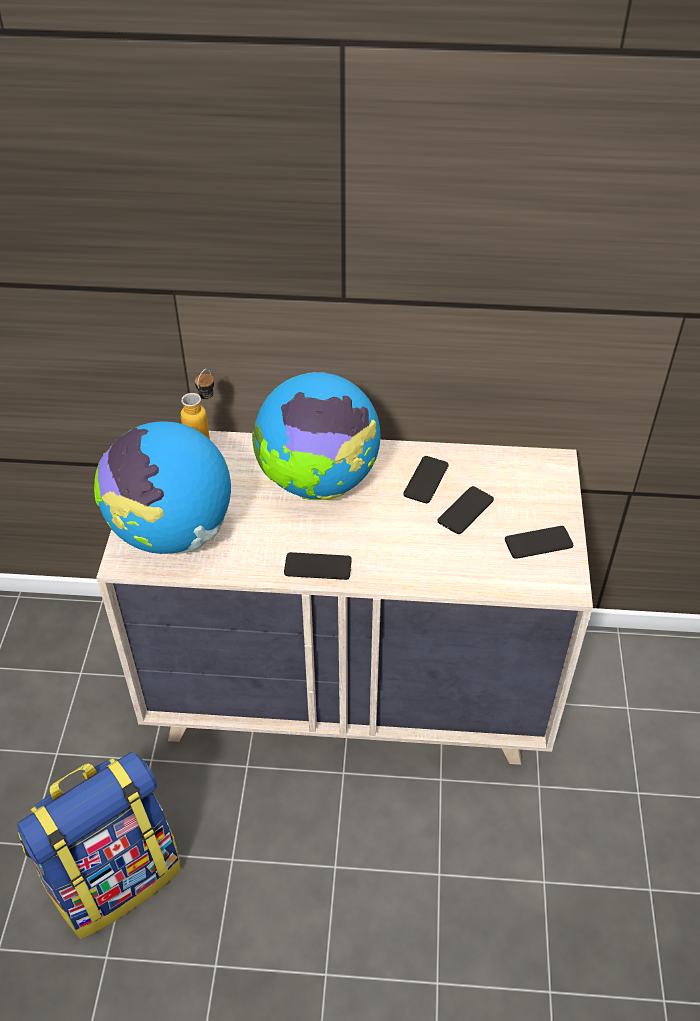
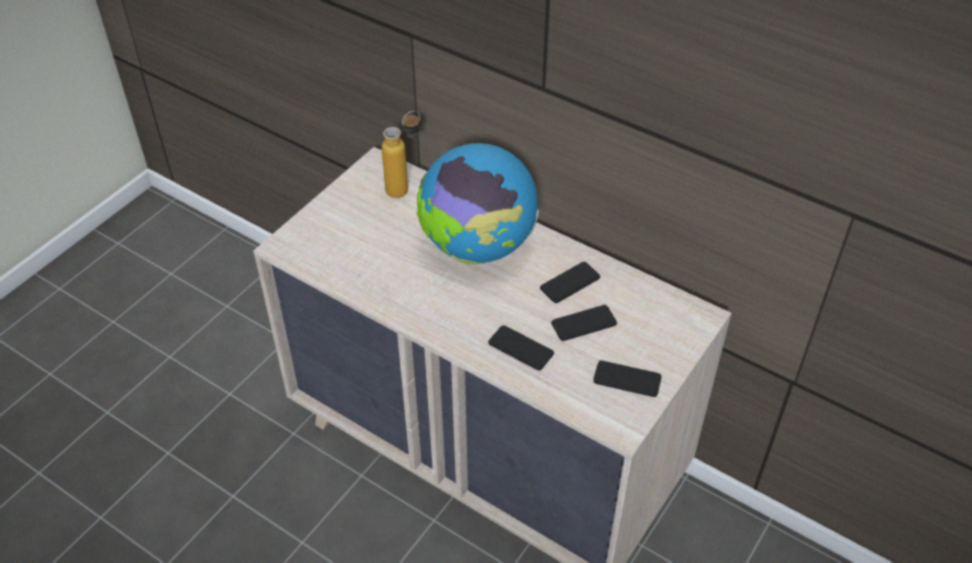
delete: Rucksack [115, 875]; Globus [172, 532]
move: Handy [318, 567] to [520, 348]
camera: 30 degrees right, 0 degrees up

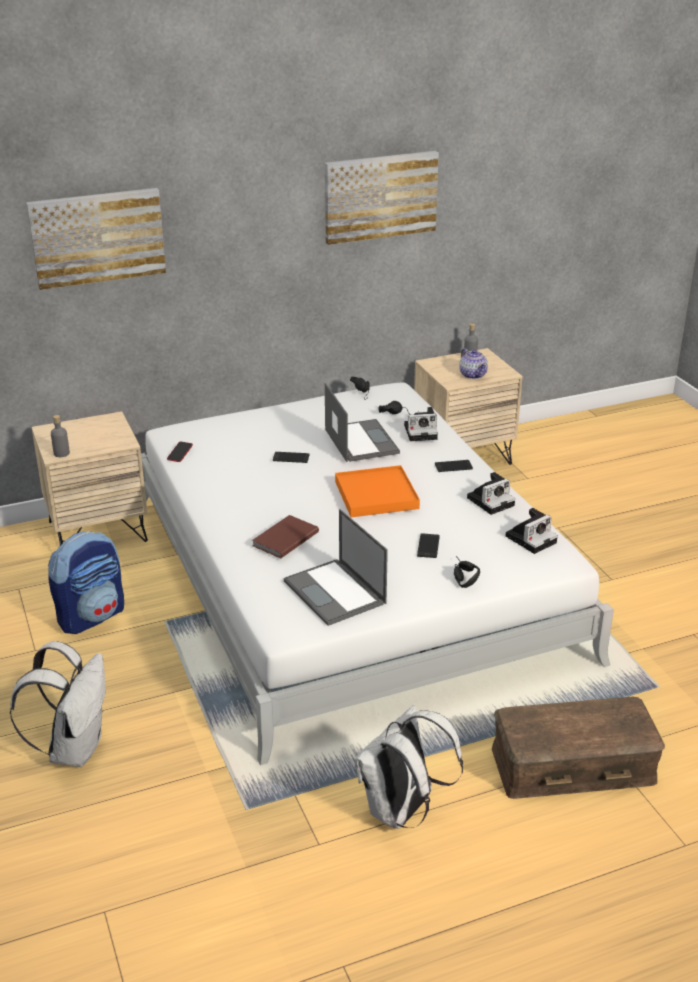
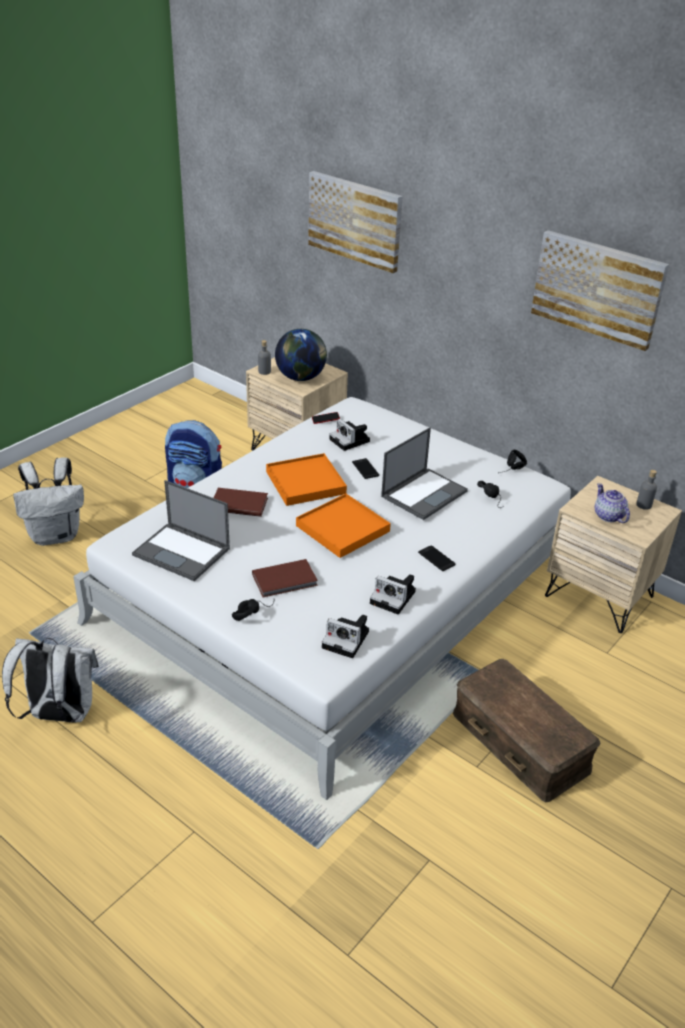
insert: Tablett (orange) [305, 483]; Globus [301, 377]
move: Kamera [422, 431] to [351, 441]; Aufbewahrungsbox (braun) [572, 763] to [521, 741]
replace: Handy [428, 546] to Buch (braun) [286, 580]
rotate: Laptop [335, 592] = [182, 552] 90 degrees counterclockwise; Teekanne [473, 375] = [608, 516] 120 degrees clockwise
camera: 60 degrees right, 5 degrees up

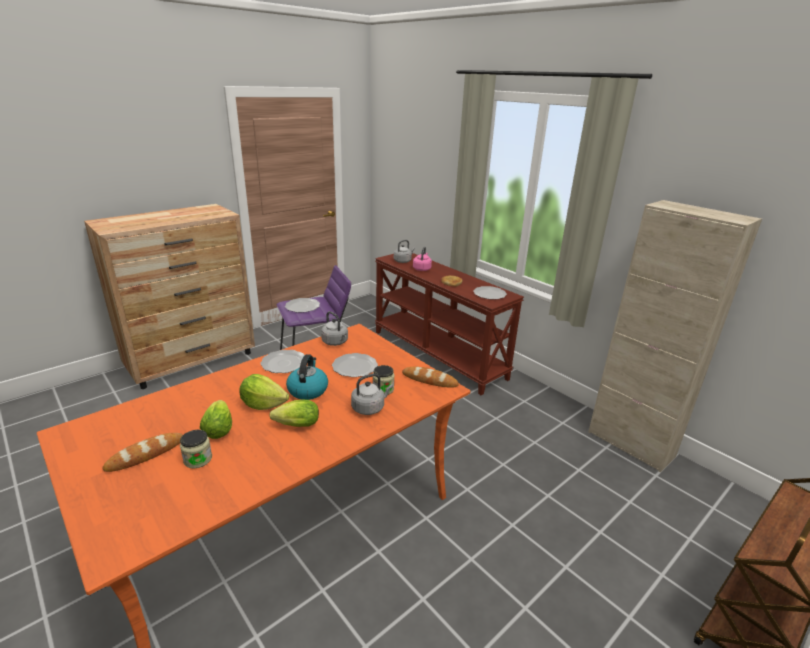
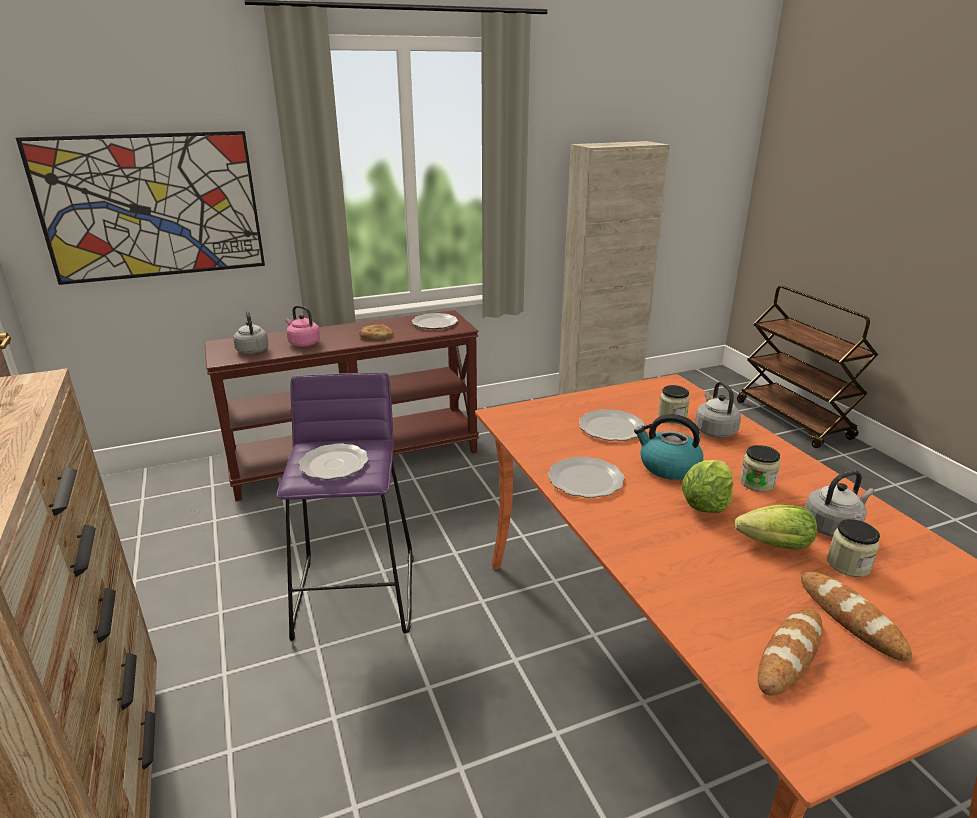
insert: Bild [152, 207]
move: Wasserkessel (grau) [335, 342] to [833, 526]; Brot [429, 380] to [789, 655]
replace: Salatkopf [295, 425] to Vorratsglas [757, 483]
camera: 70 degrees left, 0 degrees up

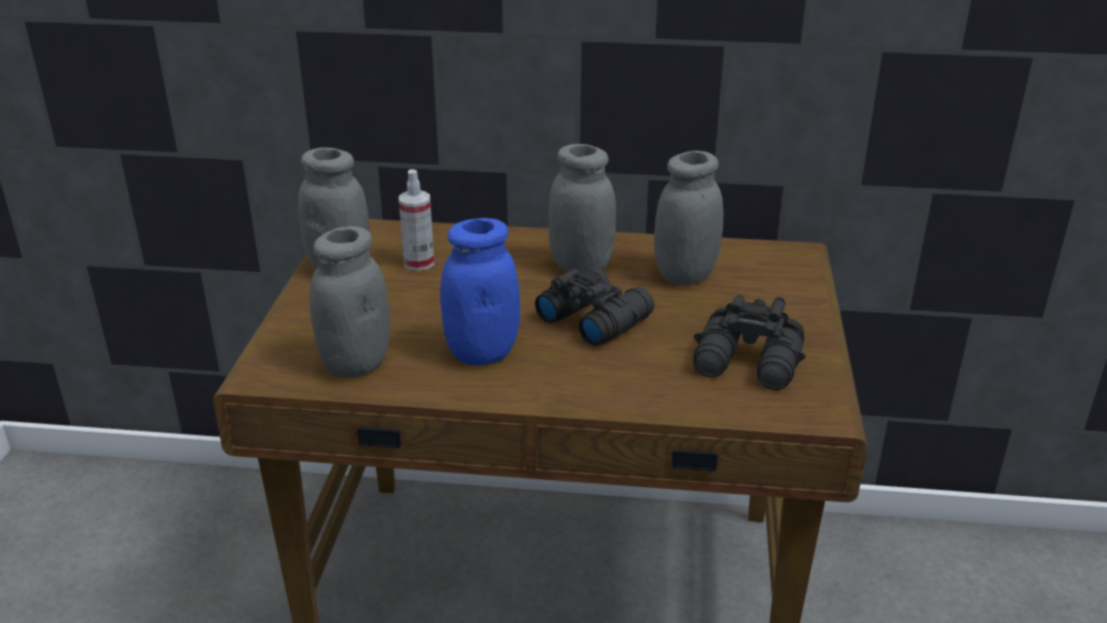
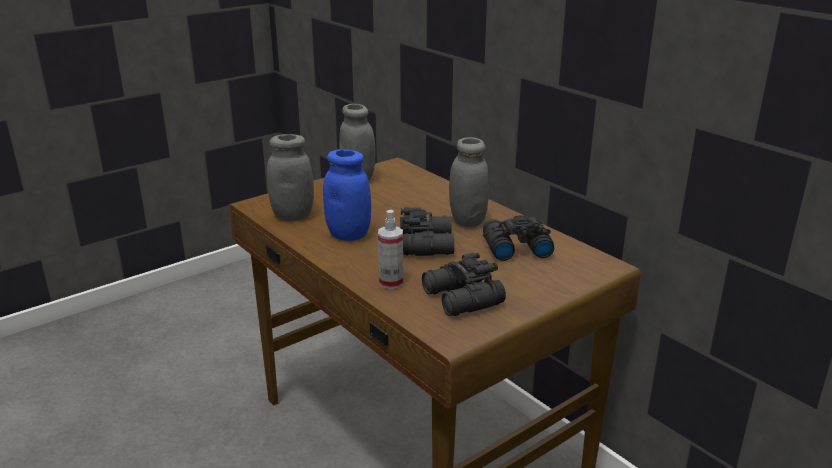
move: Sprühflasche [419, 263] to [391, 283]
replace: Vorratsglas (grau) [685, 275] to Fernglas (schwarz) [515, 247]
camera: 45 degrees right, 5 degrees down

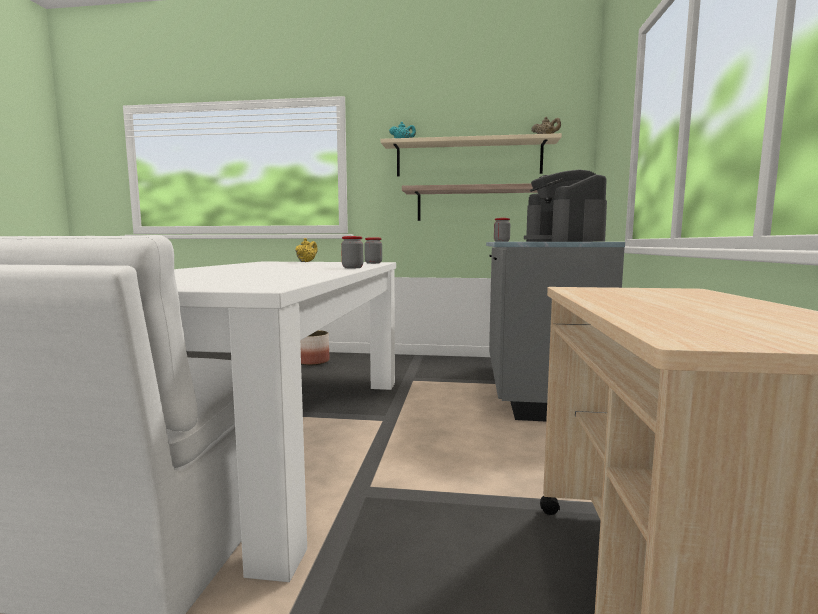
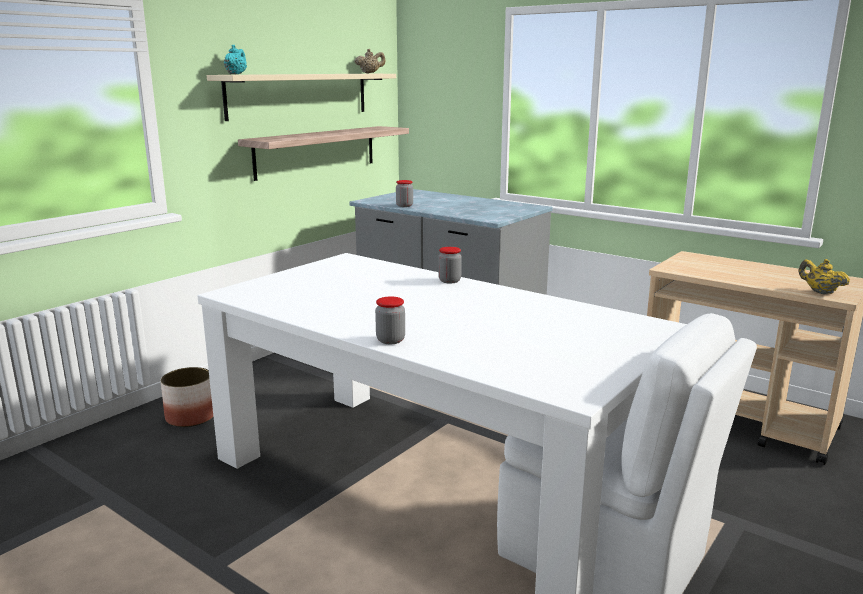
delete: Kaffeemaschine [563, 241]
move: Teekanne (gelb) [306, 262] to [820, 292]; Vorratsglas [373, 263] to [390, 340]
camera: 60 degrees left, 10 degrees up

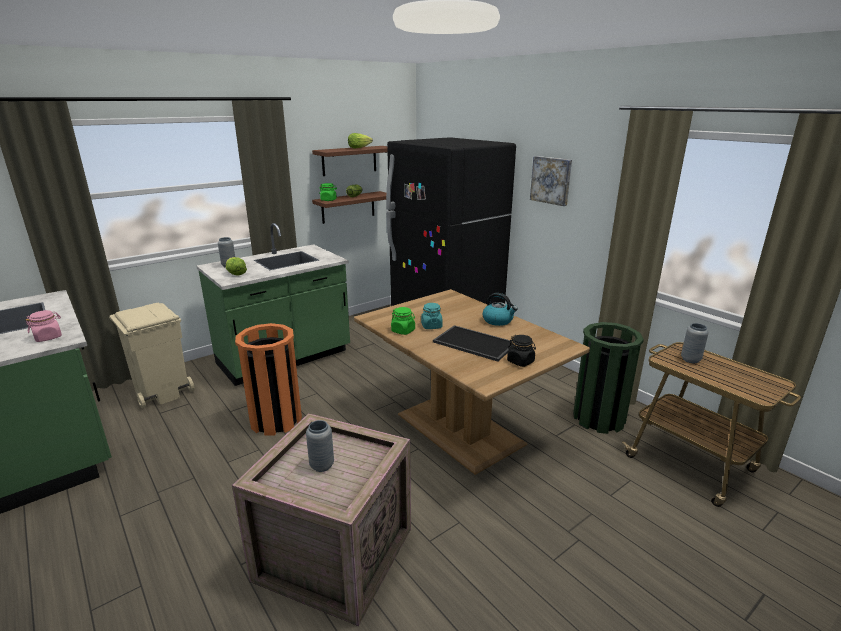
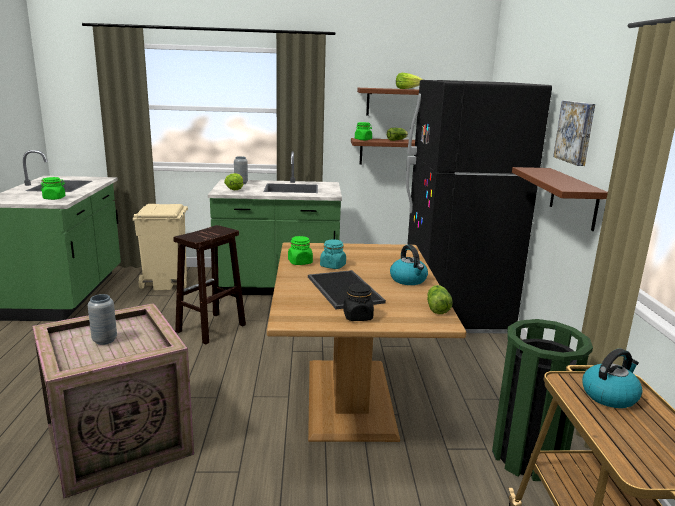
insert: Salatkopf [437, 308]; Wandregal (braun) [573, 198]
replace: Mülleimer (orange) [276, 420] to Hocker (braun) [210, 328]; Vase (grau) [690, 360] to Wasserkessel [609, 395]
recolor: Vorratsglas (rosa) [48, 337] to Vorratsglas (grün) [54, 198]
camera: 35 degrees right, 5 degrees down

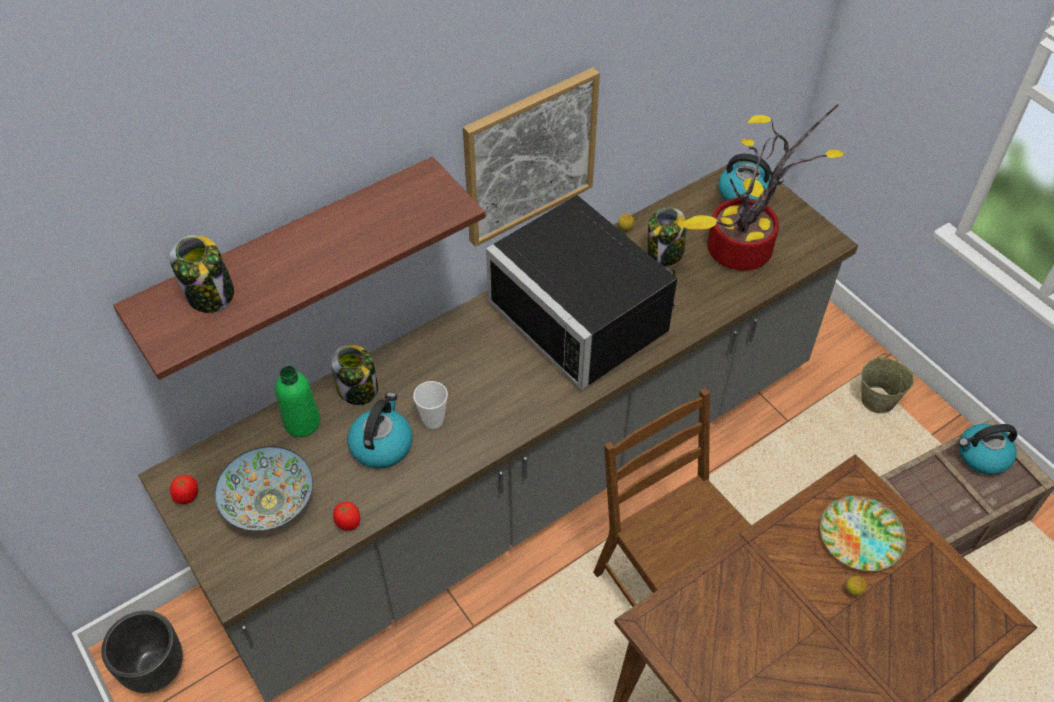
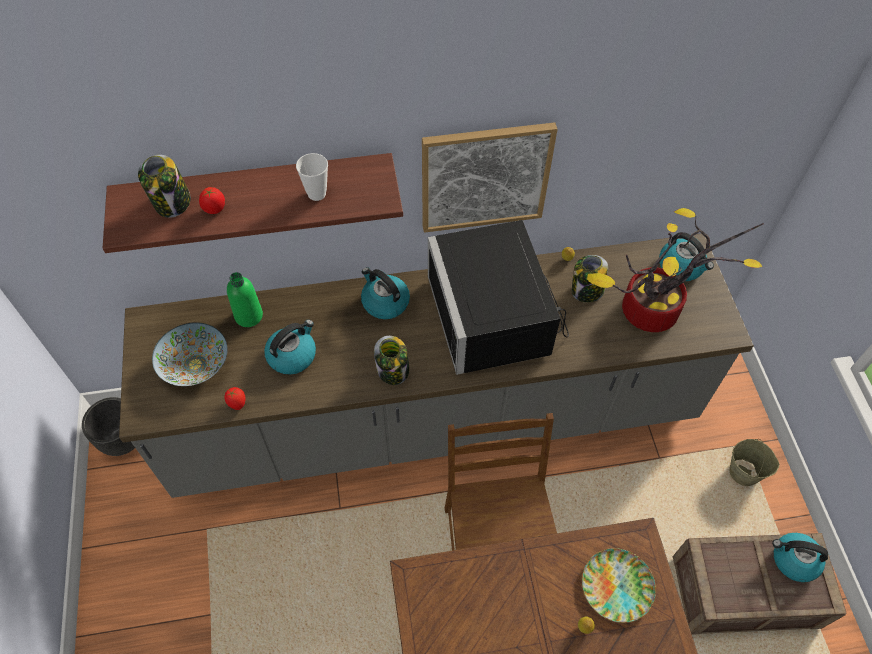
insert: Wasserkessel [384, 302]
move: Tomate [187, 497] to [214, 209]; Vorratsglas [358, 389] to [393, 370]; Tasse [433, 420] to [316, 194]
camera: 25 degrees right, 5 degrees up

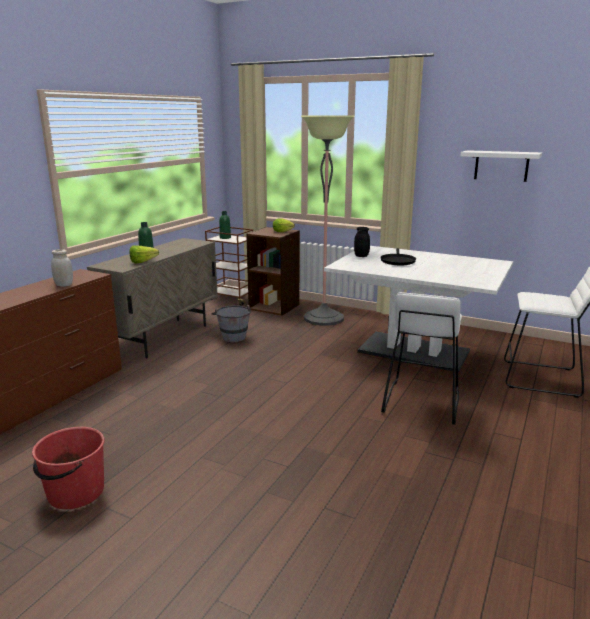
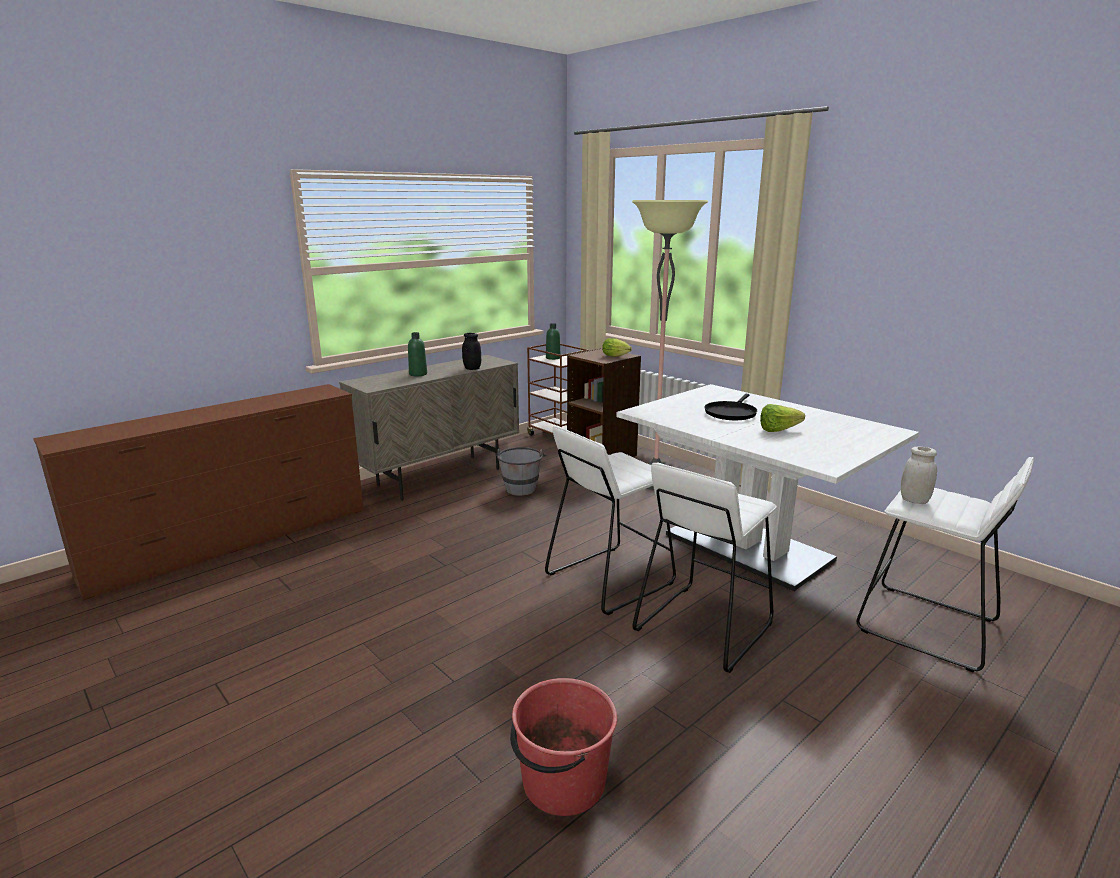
delete: Wandregal (weiß) [501, 166]
insert: Hocker (weiß) [609, 578]
move: Eimer (rot) [75, 492] to [562, 783]; Vorratsglas (weiß) [64, 285] to [914, 500]; Salatkopf [145, 262] to [782, 430]; Vorratsglas (schwarz) [361, 256] to [472, 368]
camera: 20 degrees right, 0 degrees up

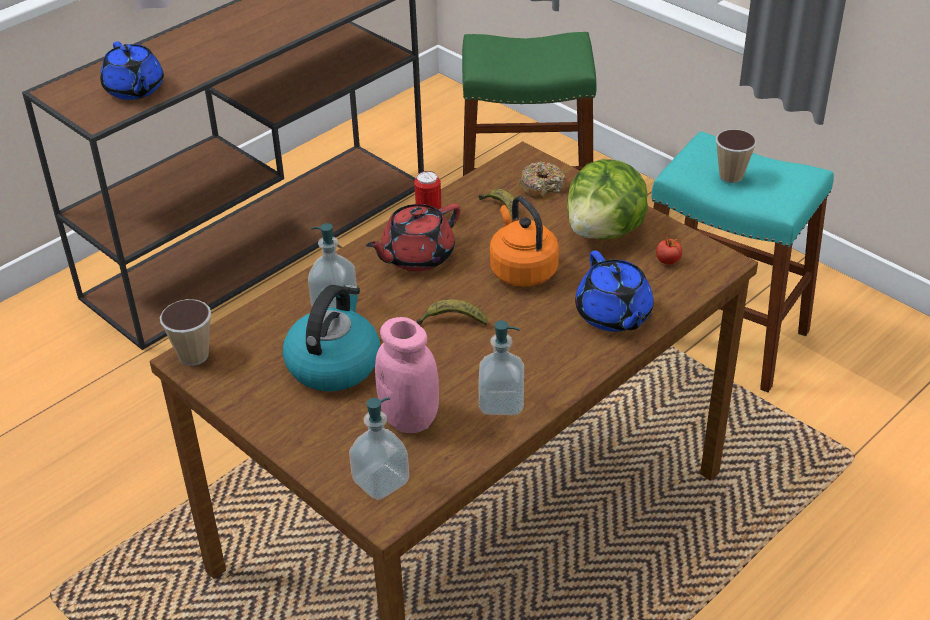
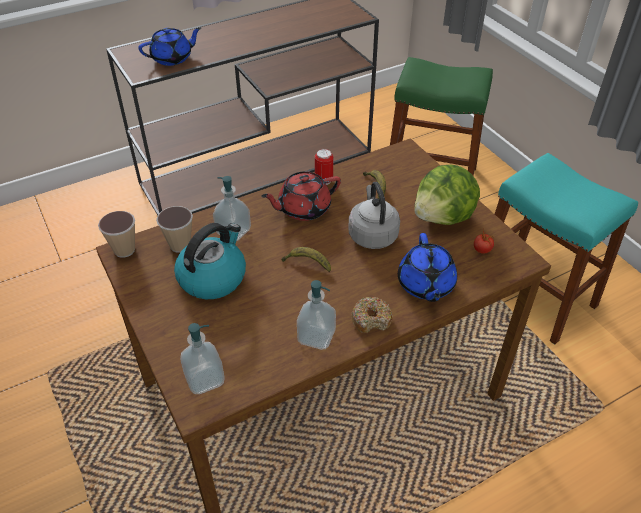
delete: Vorratsglas (rosa) [409, 419]
move: Donut [542, 186] to [371, 319]; Tasse [731, 176] to [180, 245]
recolor: Wasserkessel (orange) [521, 270] to Wasserkessel (grau) [372, 234]
rotate: Teekanne (blau) [134, 90] = [173, 58] 105 degrees counterclockwise
camera: 15 degrees right, 5 degrees up

